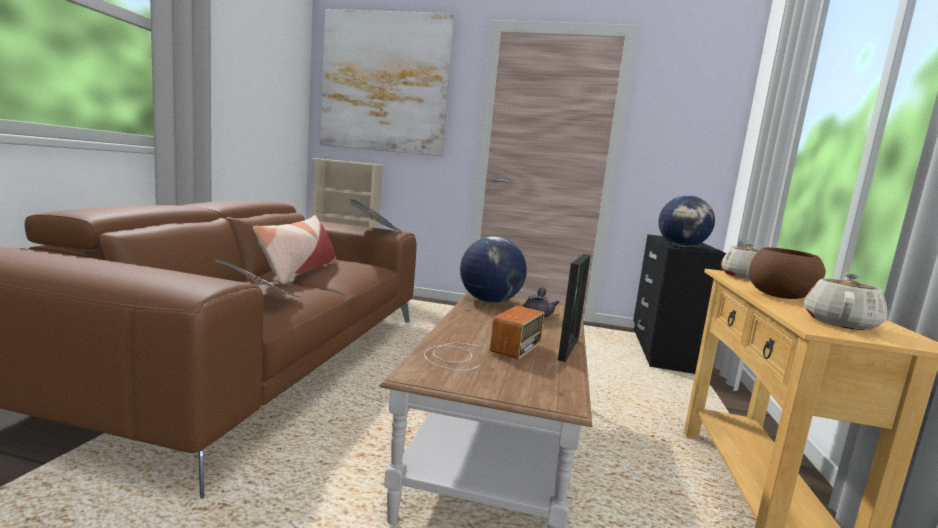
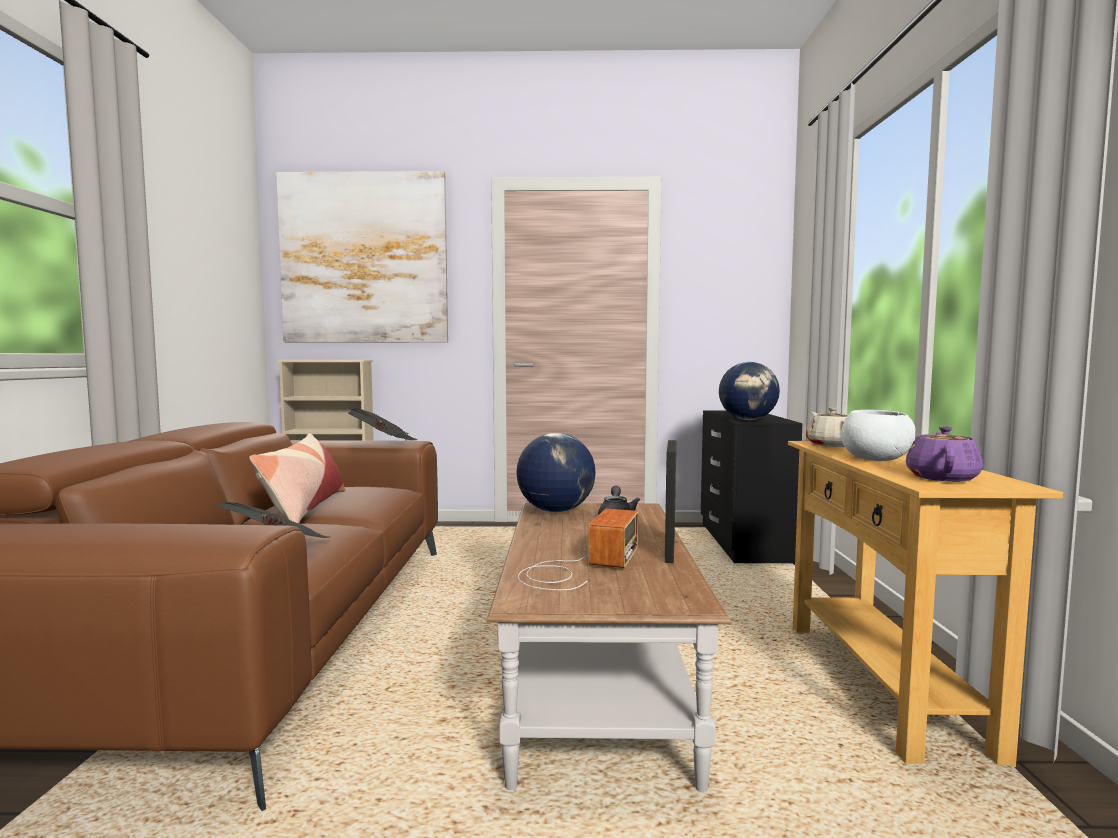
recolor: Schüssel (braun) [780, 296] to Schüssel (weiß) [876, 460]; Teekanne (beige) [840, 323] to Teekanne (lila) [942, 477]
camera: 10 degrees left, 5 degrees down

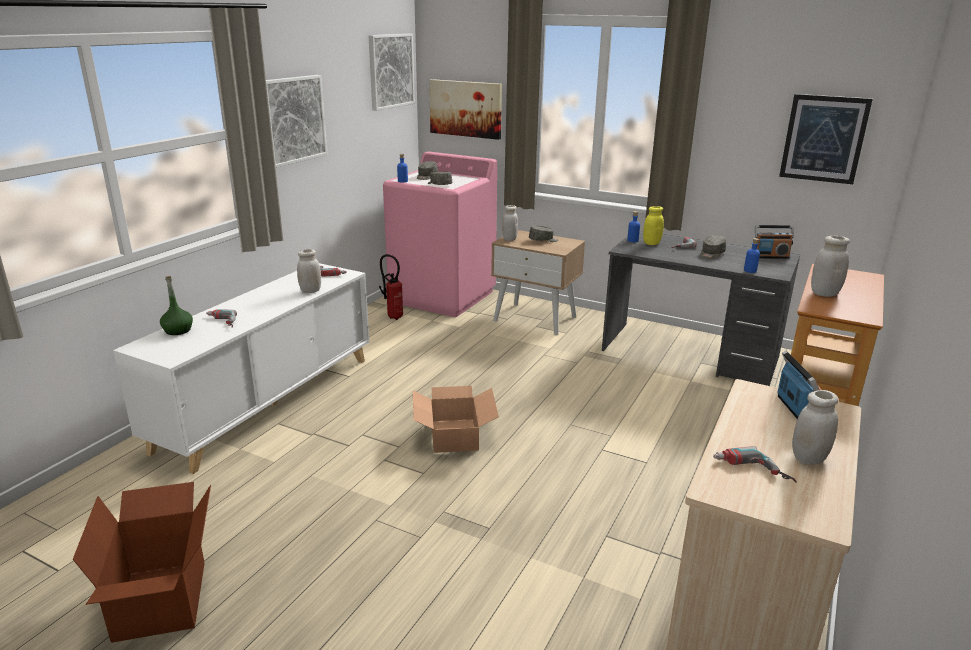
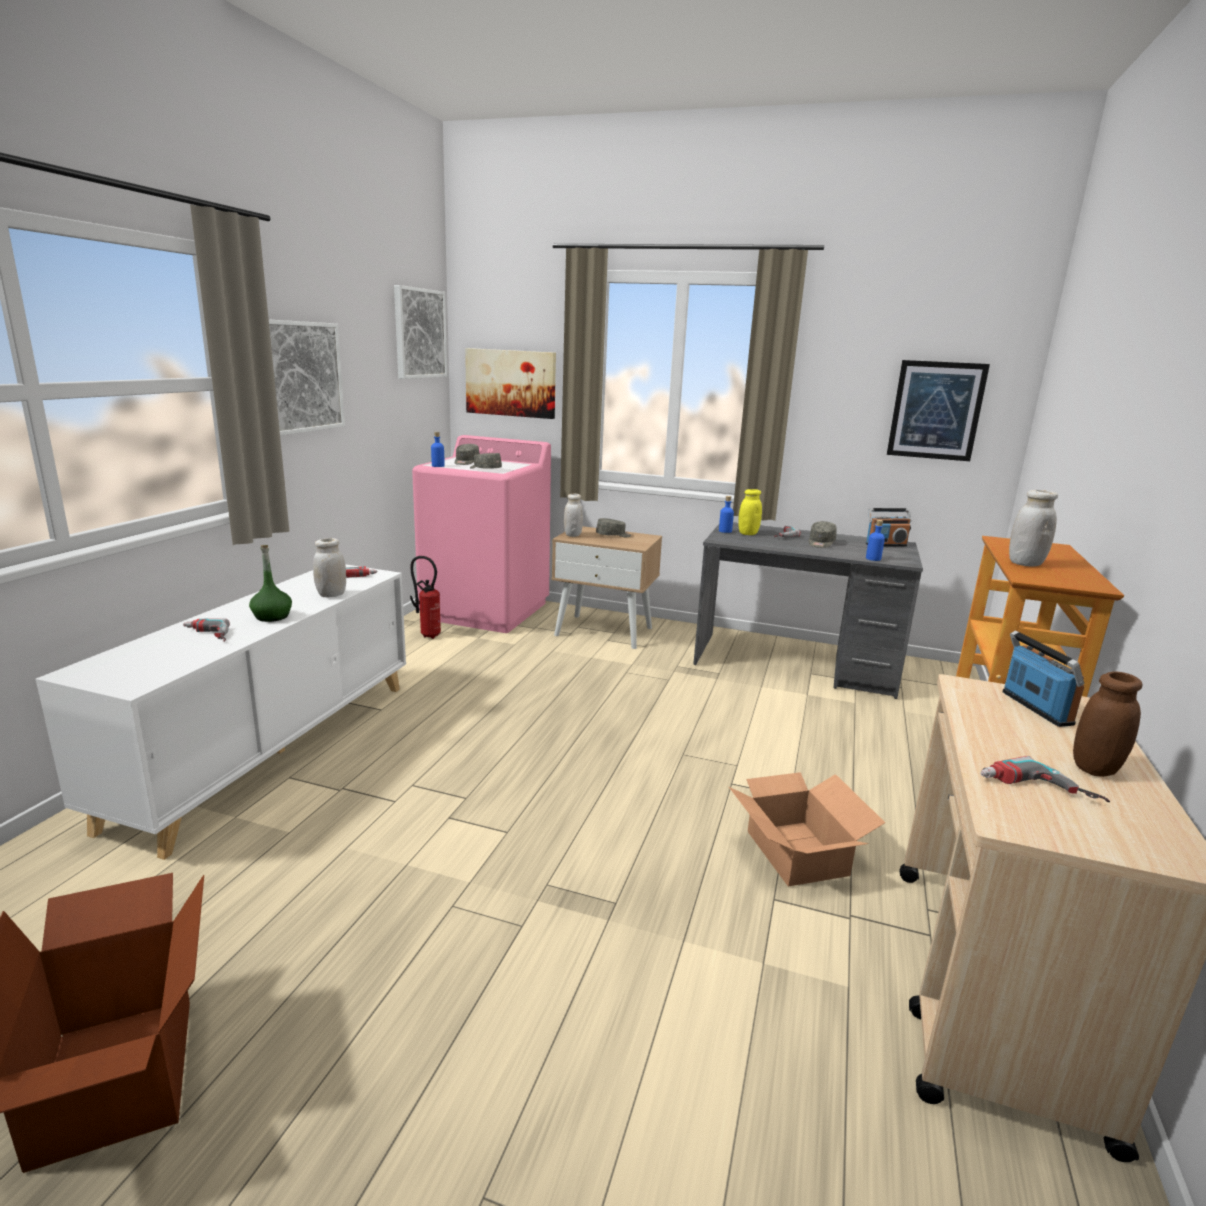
move: Flasche (grün) [178, 330] to [272, 616]; Karton [453, 436] to [796, 854]
recolor: Vorratsglas (weiß) [809, 458] to Vorratsglas (braun) [1095, 768]
camera: 10 degrees left, 5 degrees down

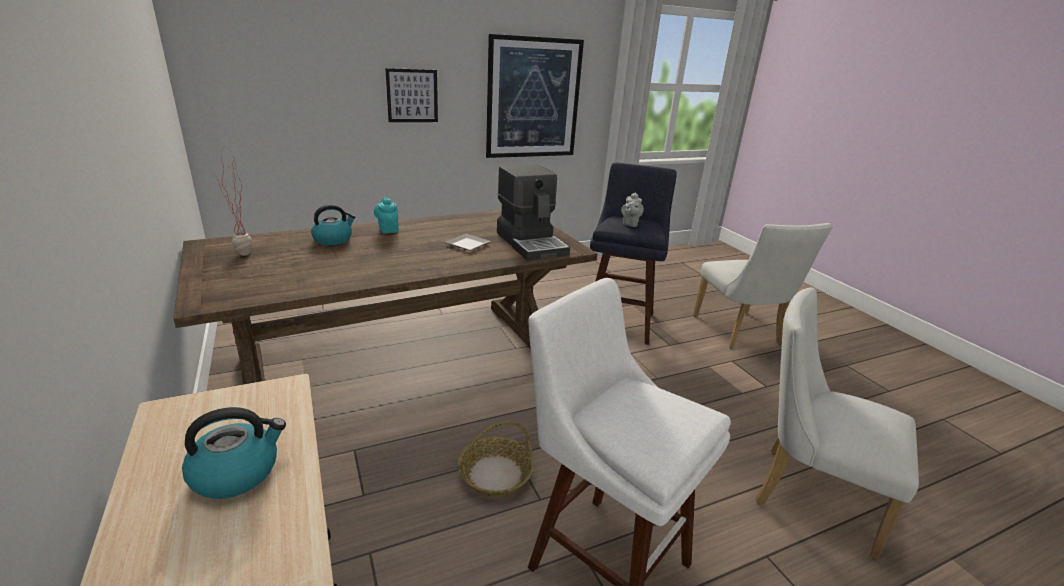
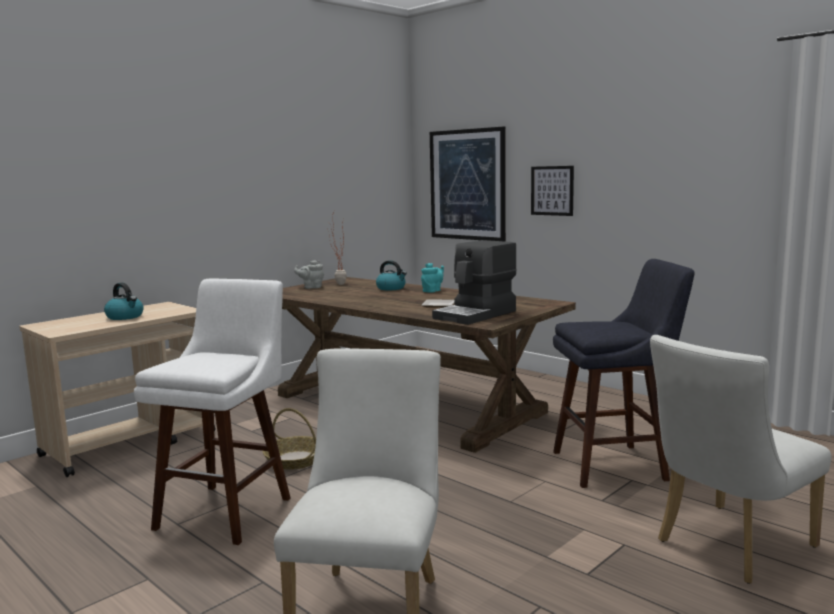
move: Bild [533, 99] to [467, 185]; Teekanne (grau) [630, 224] to [311, 287]
camera: 70 degrees right, 15 degrees down

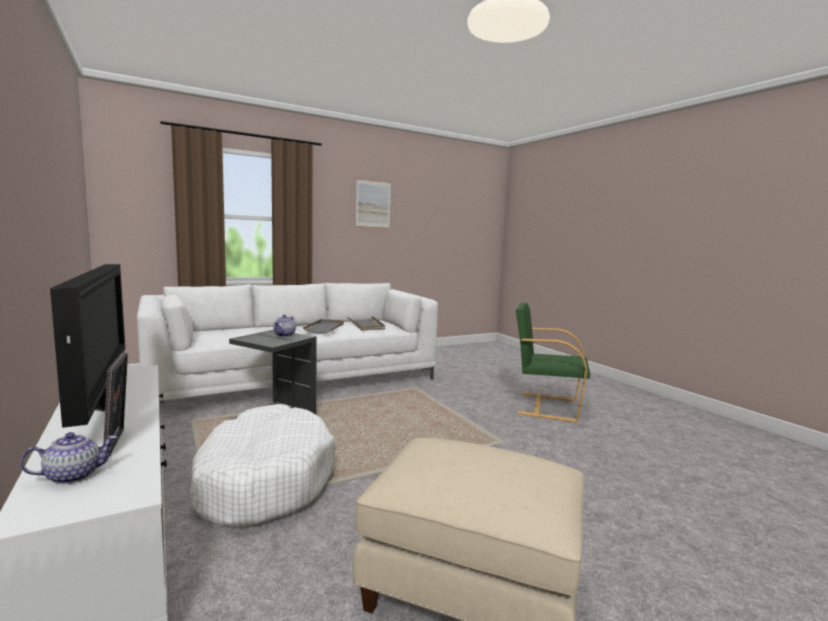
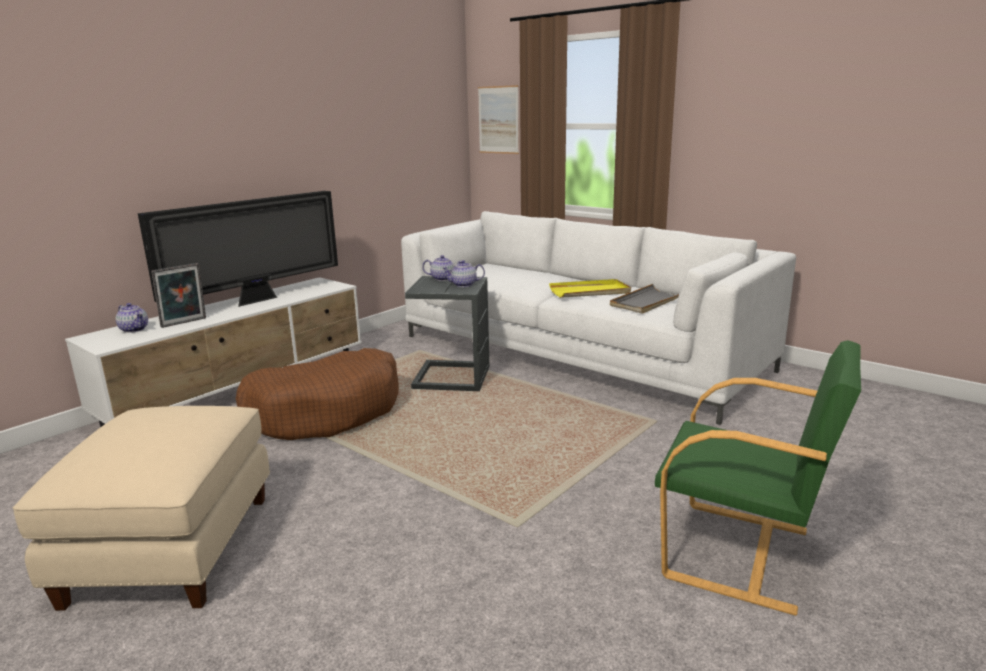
insert: Teekanne [443, 279]
move: Bild [373, 204] to [498, 120]
recolor: Hundebett (weiß) [263, 480] to Hundebett (braun) [326, 411]; Tablett (grau) [325, 328] to Tablett (gelb) [590, 292]
rotate: Sessel (grün) [546, 406] = [741, 554] 120 degrees clockwise
camera: 70 degrees right, 10 degrees up

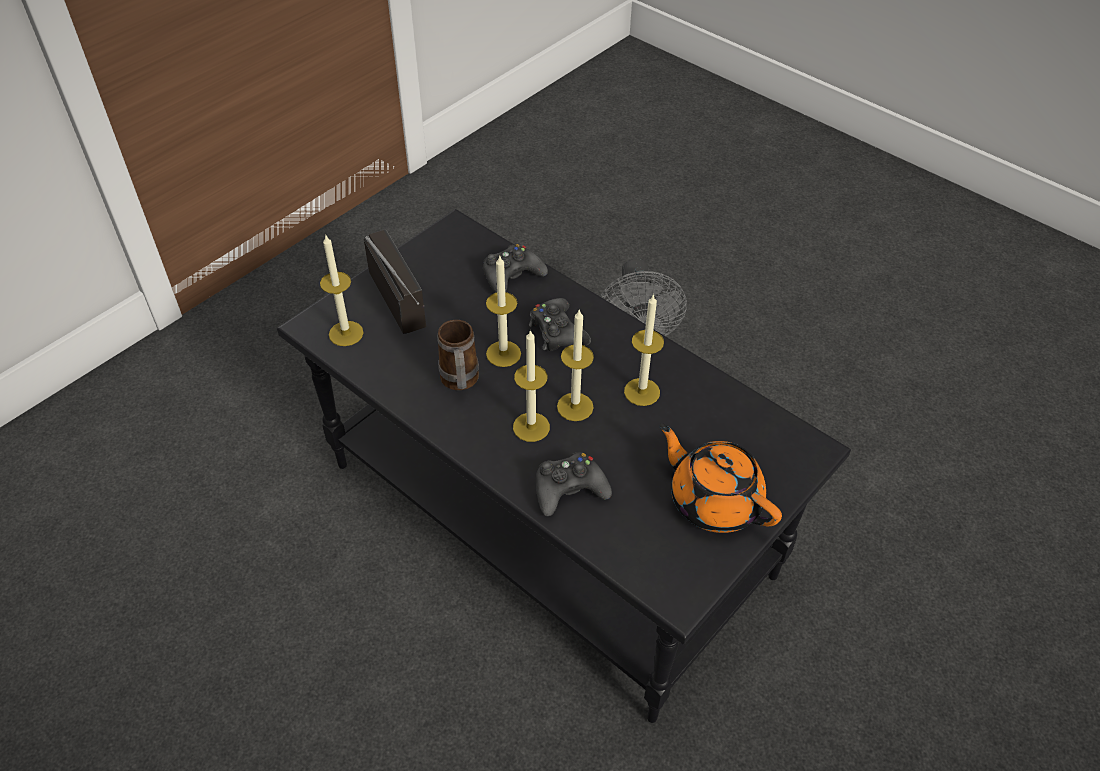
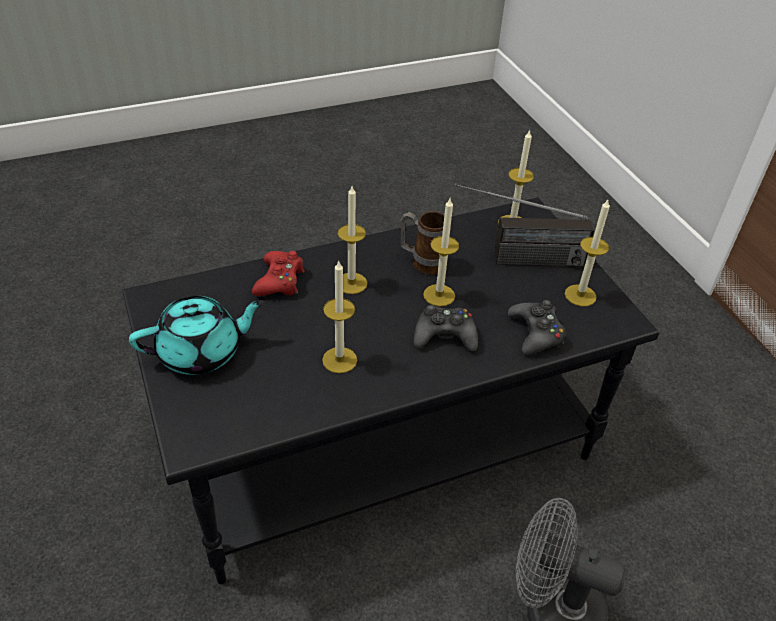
move: Kerze [575, 407] to [580, 295]
recolor: Gamepad (schwarz) [569, 489] to Gamepad (rot) [279, 281]; Teekanne (orange) [713, 500] to Teekanne (türkis) [201, 352]
camera: 115 degrees right, 5 degrees down

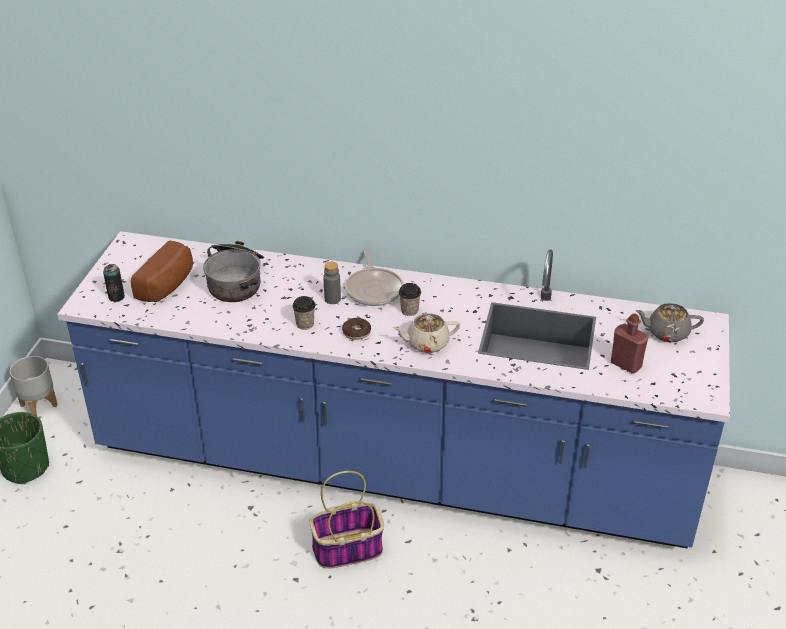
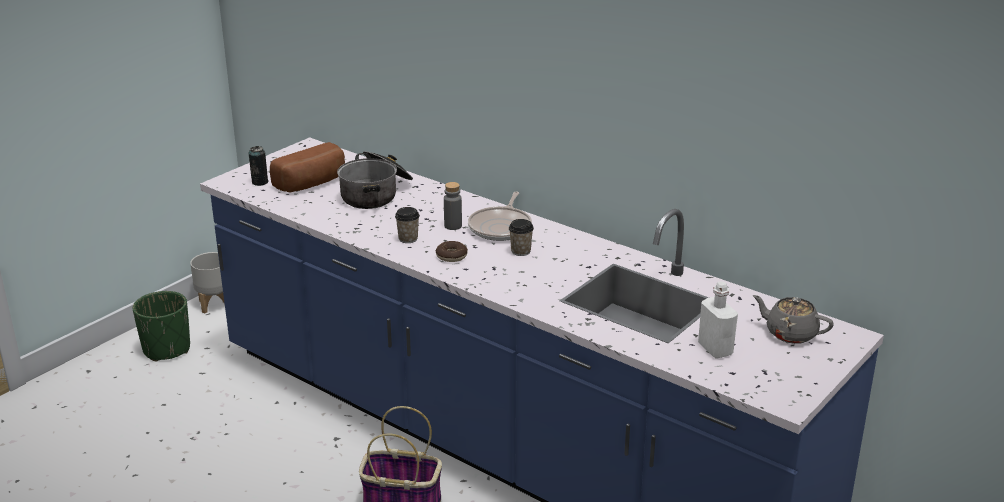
delete: Teekanne (beige) [426, 343]
recolor: Flasche (rot) [626, 364] to Flasche (weiß) [715, 349]
camera: 25 degrees right, 10 degrees down

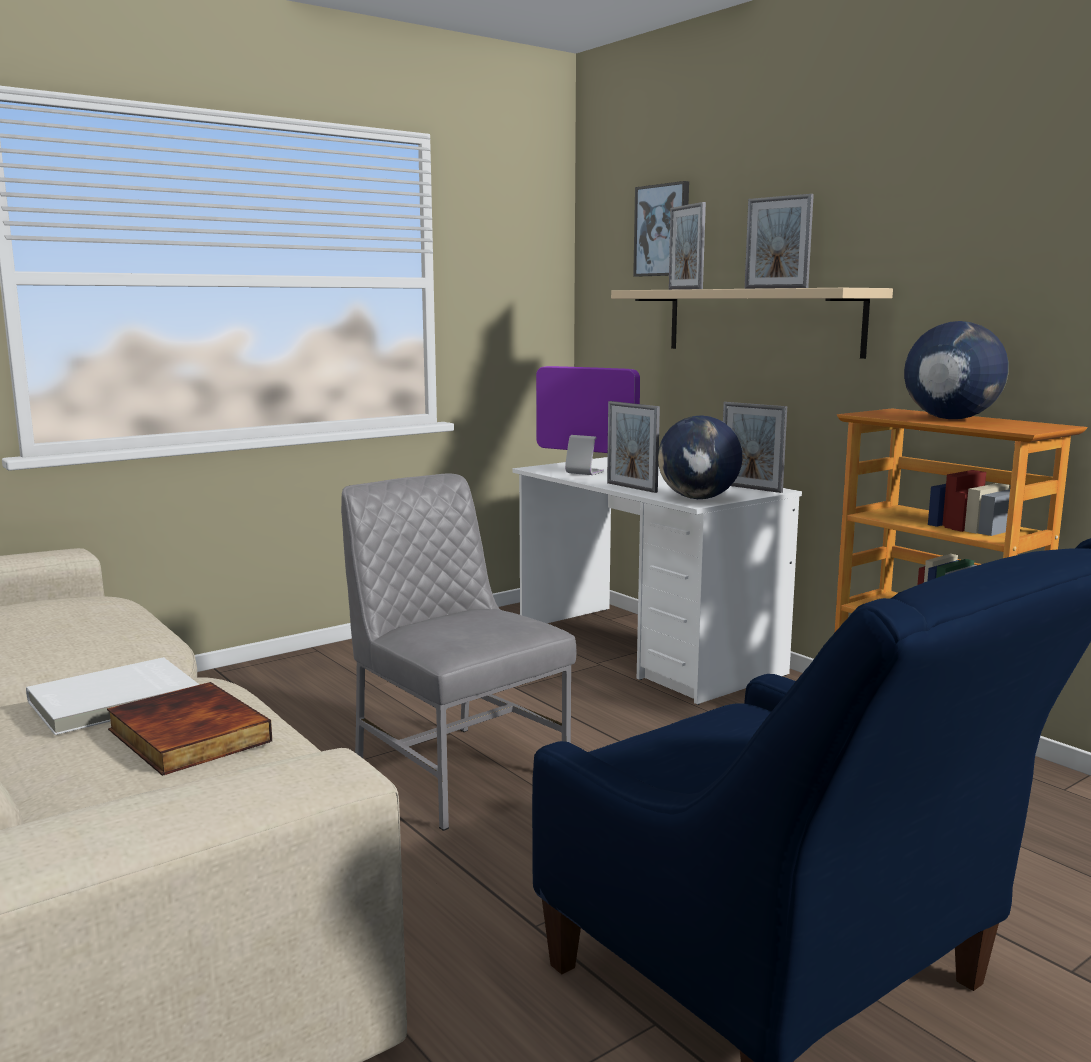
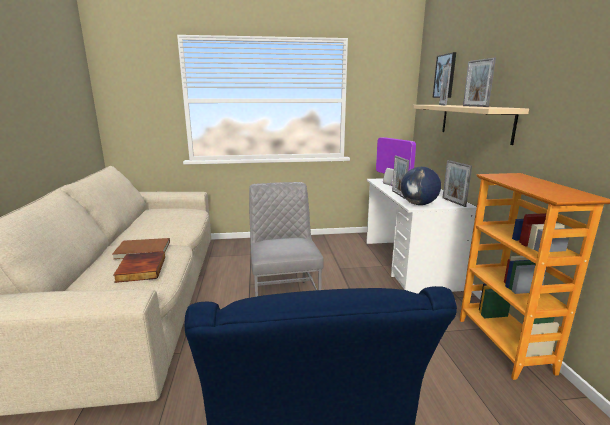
delete: Globus [950, 419]
recolor: Buch (weiß) [115, 701] to Buch (braun) [142, 250]
camera: 30 degrees right, 5 degrees up

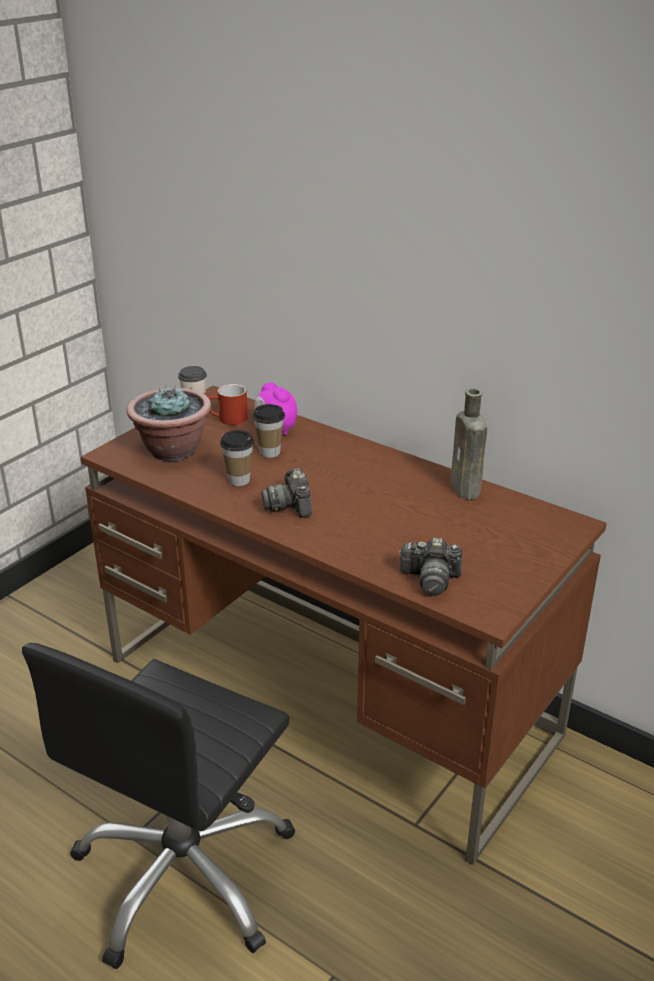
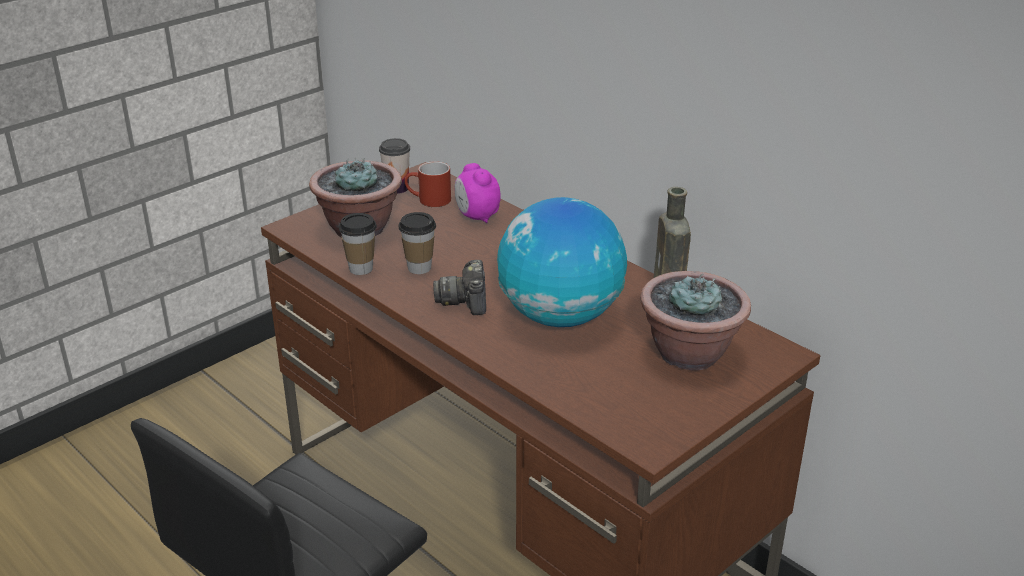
delete: Kamera [430, 579]
insert: Globus [559, 316]; Topfpflanze [689, 353]
move: Tasse [270, 452] to [361, 269]
camera: 10 degrees right, 0 degrees up

